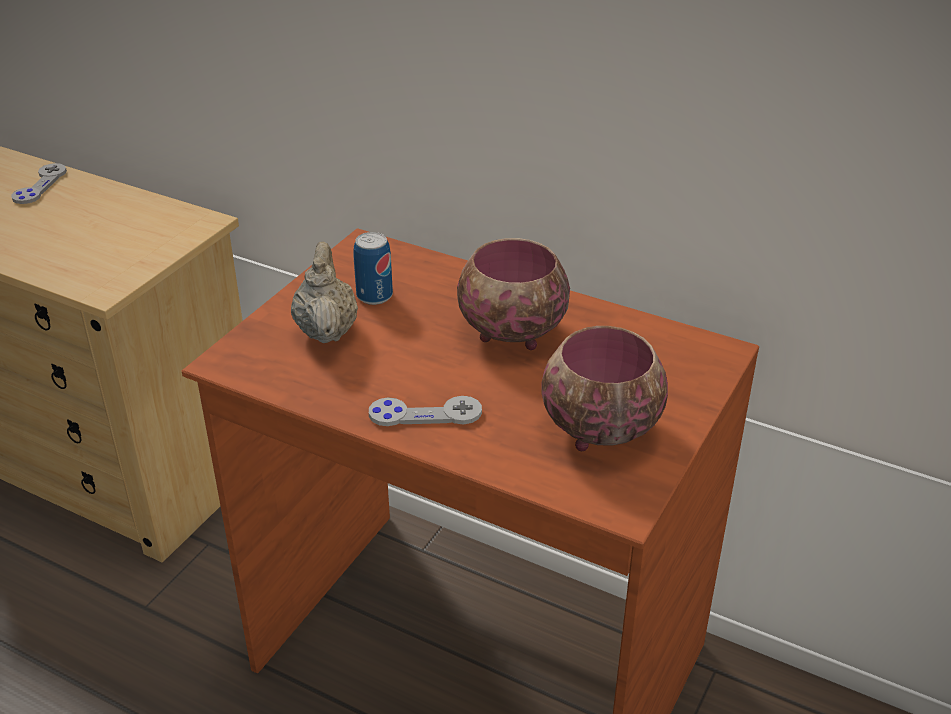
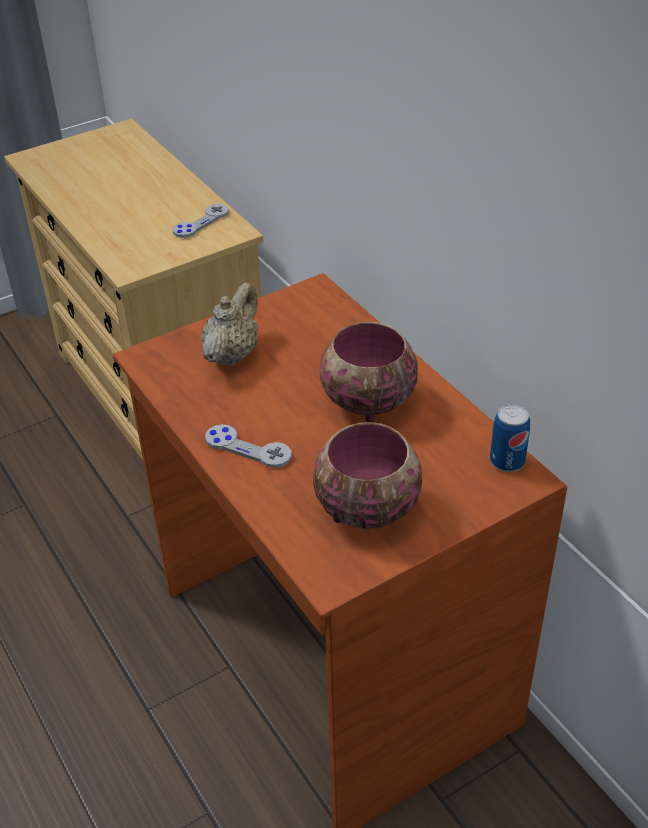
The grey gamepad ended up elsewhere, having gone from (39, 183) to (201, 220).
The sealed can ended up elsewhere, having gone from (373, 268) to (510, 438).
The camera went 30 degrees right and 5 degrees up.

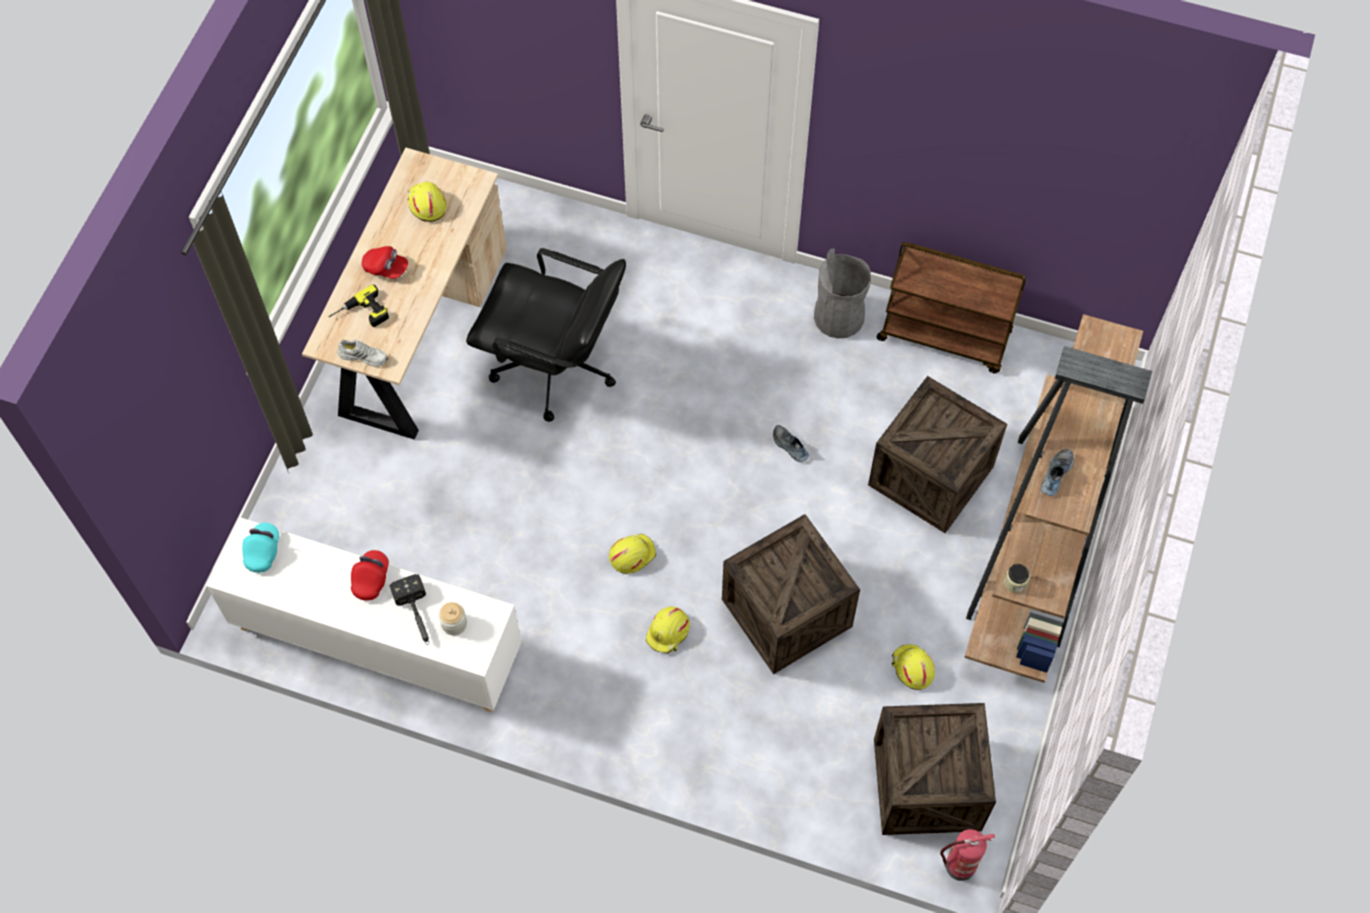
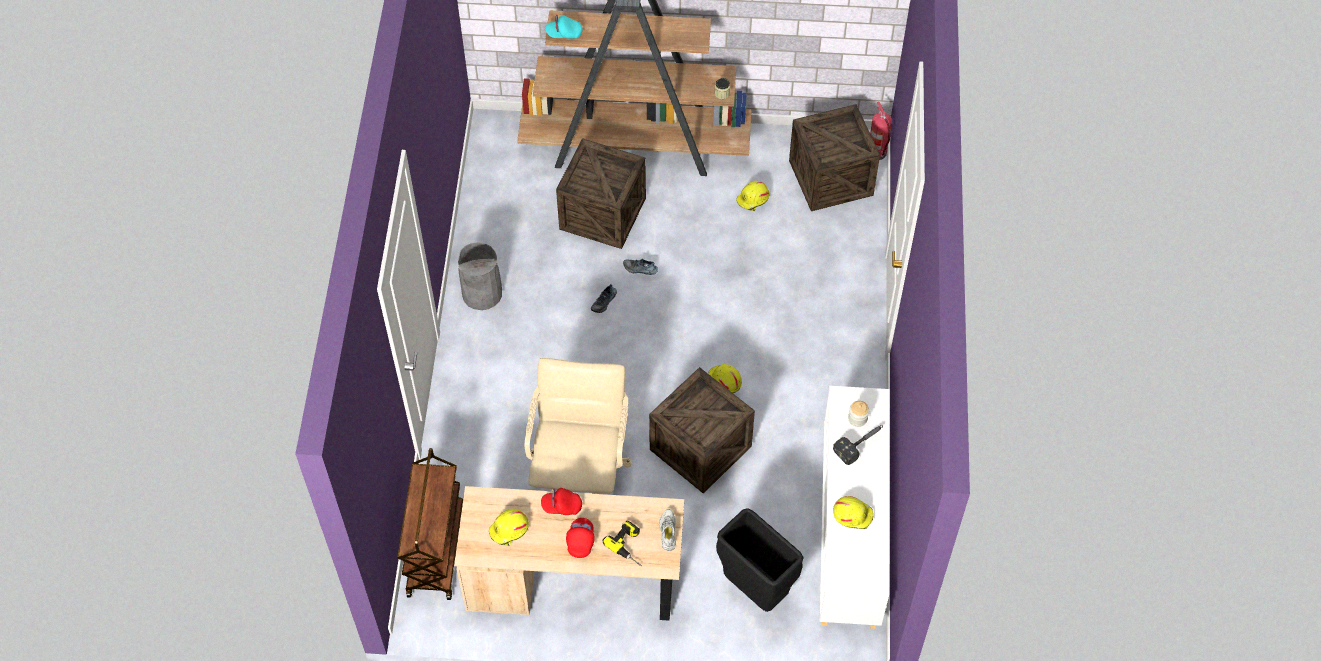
The turquoise-coloured baseball cap ended up elsewhere, having gone from (260, 547) to (564, 27).
The red-coloured baseball cap ended up elsewhere, having gone from (370, 575) to (561, 501).
What was the black-coloured desk chair at (546, 335) turned into the beige desk chair at (578, 426).
The yellow-coloured work helmet ended up elsewhere, having gone from (668, 629) to (853, 512).
The packing crate ended up elsewhere, having gone from (791, 594) to (702, 430).
The brown-coloured trolley ended up elsewhere, having gone from (951, 307) to (430, 524).
The item of footwear ended up elsewhere, having gone from (1057, 472) to (640, 267).
The second view gained the black-coloured trash can at (759, 560).
The camera went 105 degrees left and 5 degrees down.

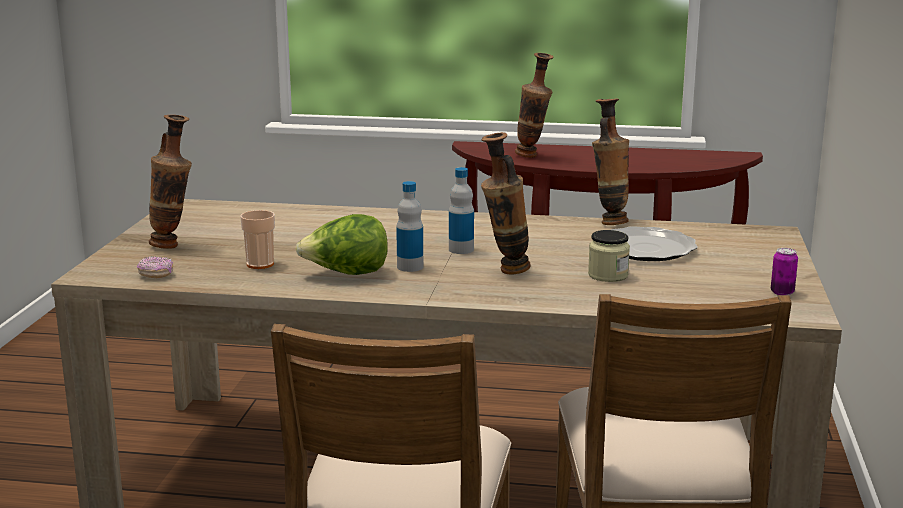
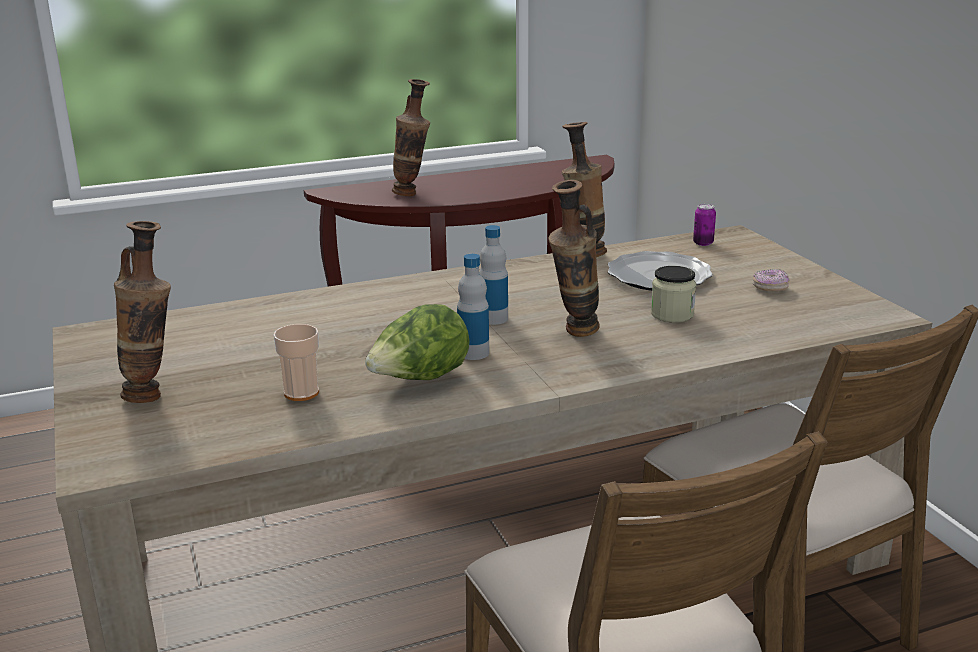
The donut ended up elsewhere, having gone from (155, 267) to (771, 280).
The sealed can ended up elsewhere, having gone from (784, 271) to (704, 225).
The camera went 30 degrees left and 5 degrees up.

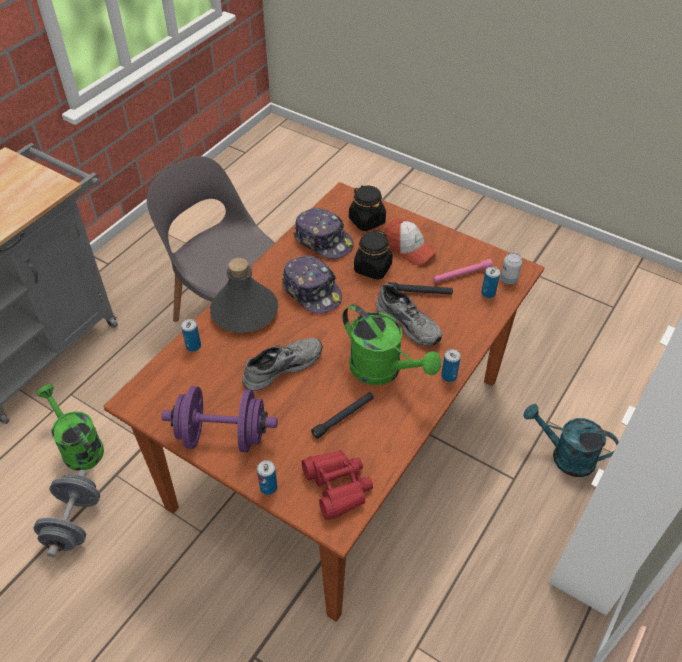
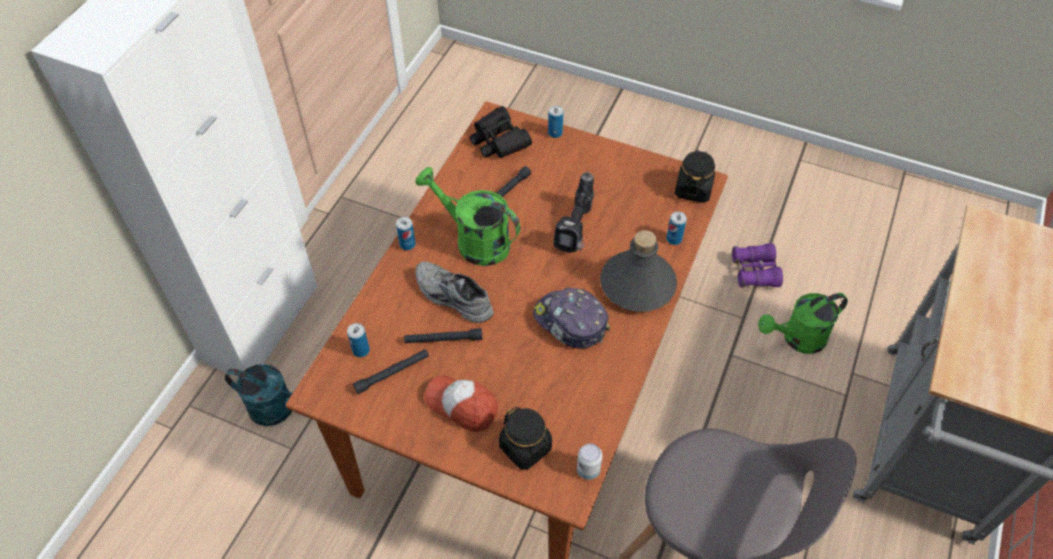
Where the grey hand weight stood at (67, 513), the purple-coloured pair of binoculars came to stand at (757, 265).
The green-coloured sprinkling can at (70, 428) ended up facing another way, 120 degrees clockwise from before.
The second view lost the purple-coloured hand weight at (219, 419).
Where the grey item of footwear stood at (282, 364), the drill came to stand at (574, 212).
The second view lost the baseball cap at (323, 233).
What was the red-coloured pair of binoculars at (337, 485) turned into the black-coloured pair of binoculars at (501, 132).
The black-coloured preserve jar ended up elsewhere, having gone from (373, 255) to (695, 176).
What was the pinkish flashlight at (463, 271) turned into the black-coloured flashlight at (391, 371).
The sealed can ended up elsewhere, having gone from (511, 268) to (590, 461).
The camera went 170 degrees right and 5 degrees up.

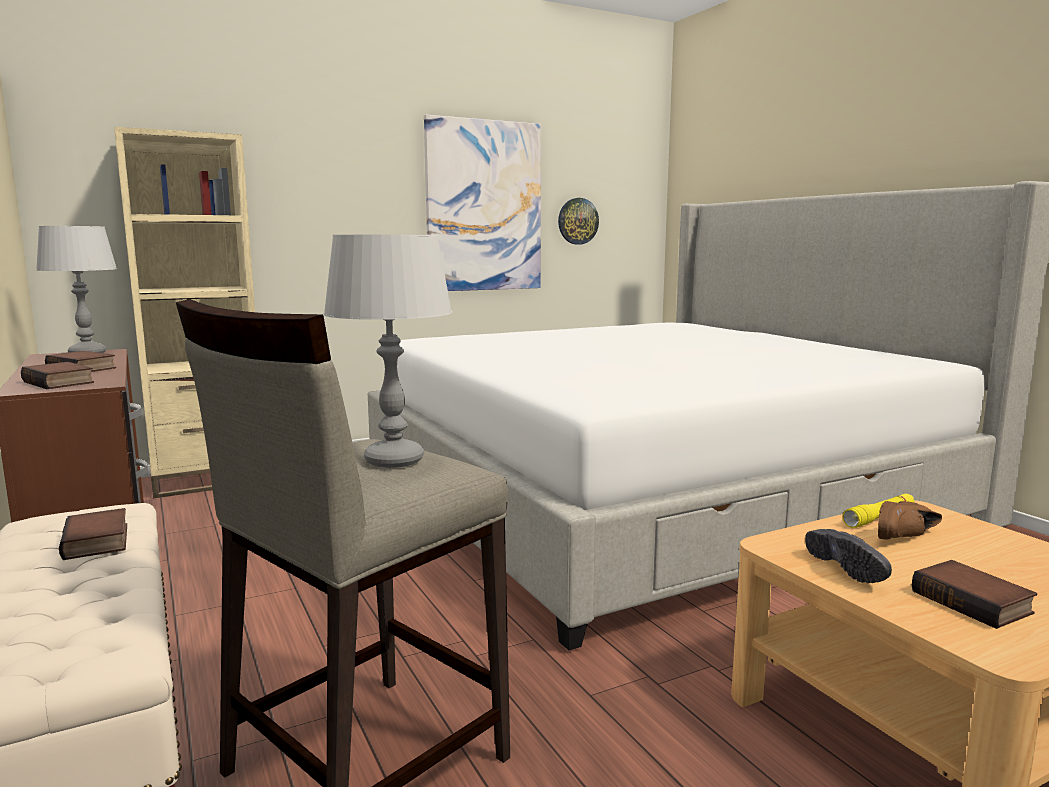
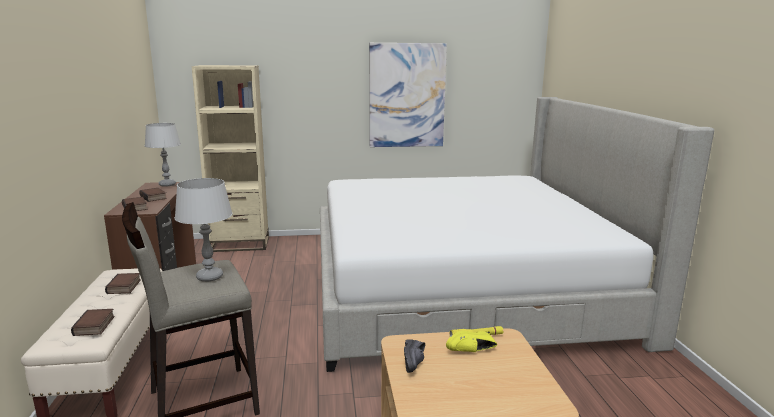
The second view lost the clock on the wall at (578, 221).
What was the brown-coloured item of footwear at (910, 520) turned into the yellow-coloured item of footwear at (471, 341).
The volume ended up elsewhere, having gone from (974, 594) to (93, 322).
The camera went 20 degrees right and 5 degrees up.

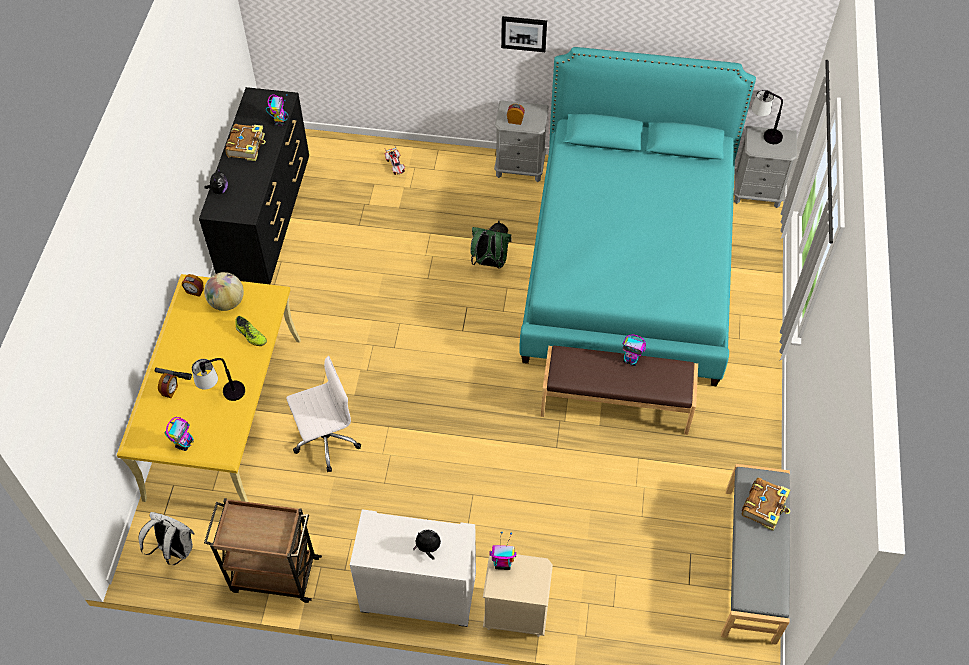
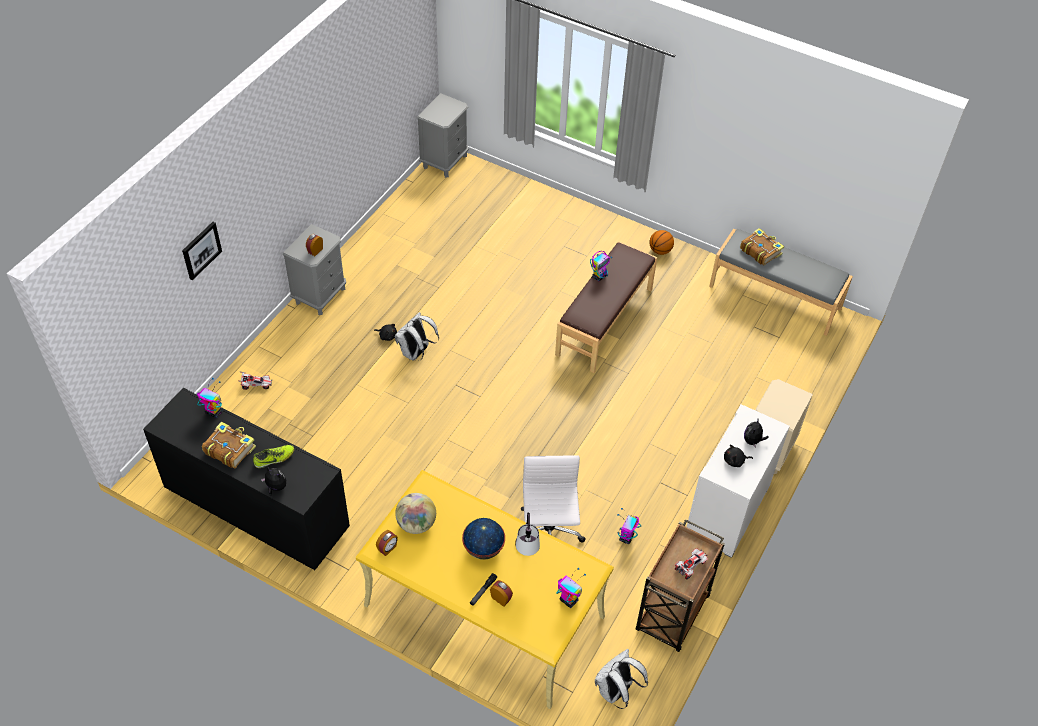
The item of footwear ended up elsewhere, having gone from (251, 331) to (273, 456).
What was the green-coloured rucksack at (491, 248) turned into the whitish rucksack at (417, 336).
The model robot ended up elsewhere, having gone from (502, 550) to (629, 526).
The picture ended up elsewhere, having gone from (524, 34) to (202, 251).
The second view lost the turquoise-coloured bed at (637, 216).
The second view lost the lamp for a table at (767, 116).
The second view gained the globe at (483, 539).
The second view gained the basketball at (661, 242).
The second view gained the miniature car at (691, 564).
The second view gained the black-coloured cuddly toy at (738, 455).
The camera went 70 degrees left and 5 degrees down.

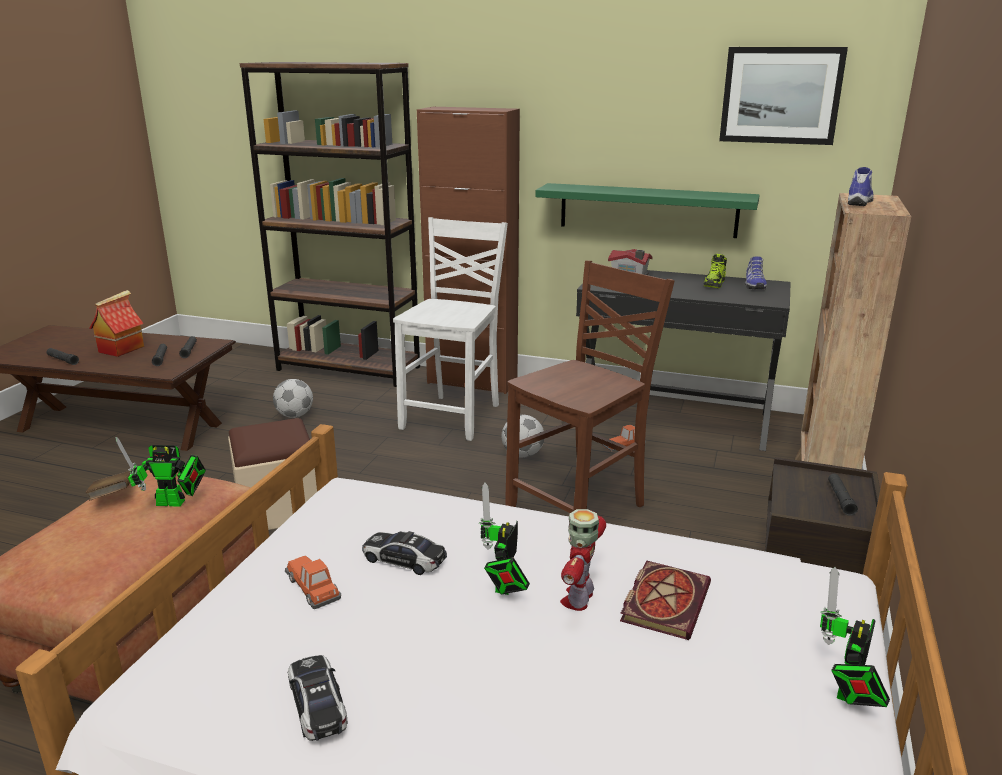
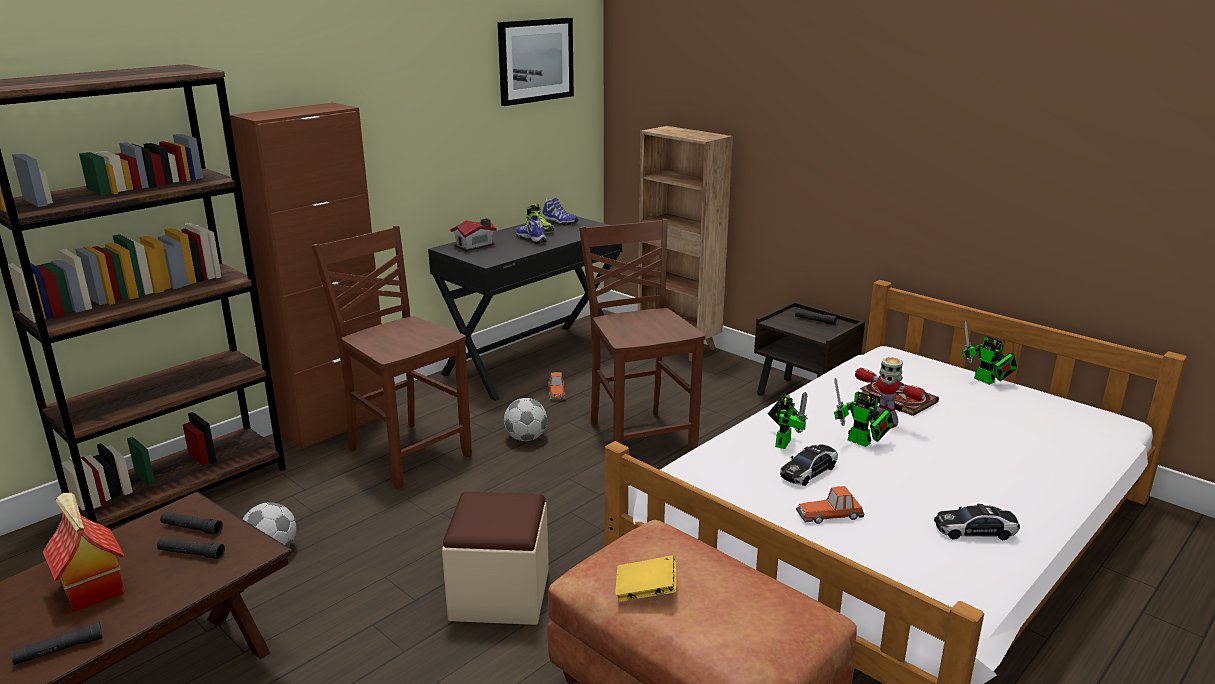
What was the brown-coloured volume at (107, 486) turned into the yellow-coloured volume at (645, 578).
The model robot ended up elsewhere, having gone from (160, 472) to (788, 420).
What was the whitish chair at (450, 329) turned into the brown-coloured chair at (392, 357).
The second view lost the green-coloured shelf at (647, 210).
The item of footwear ended up elsewhere, having gone from (861, 186) to (531, 229).
The camera went 65 degrees left and 0 degrees up.

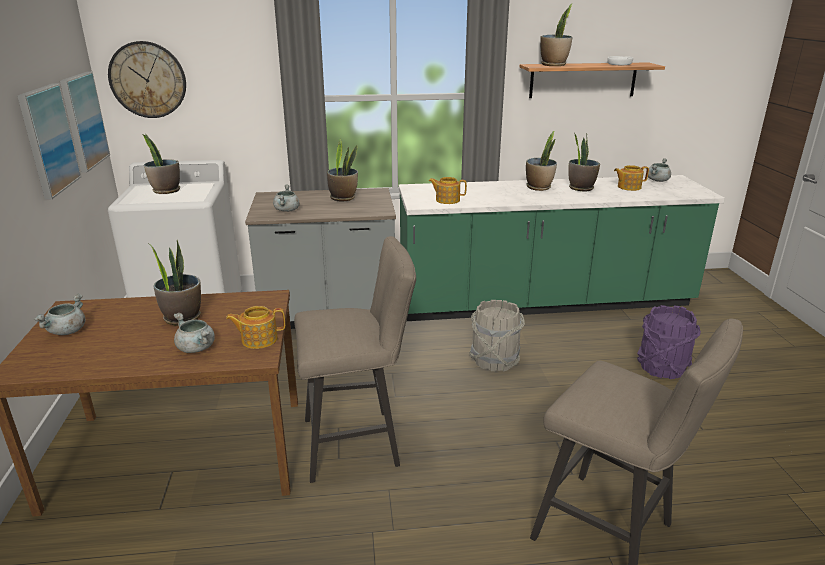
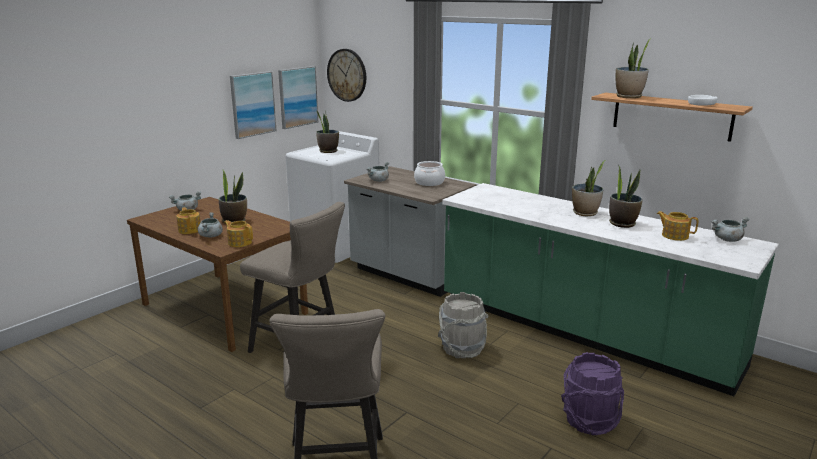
Where the potted plant stood at (342, 170), the stockpot came to stand at (429, 173).
The teapot ended up elsewhere, having gone from (448, 190) to (189, 220).
The camera went 45 degrees right and 5 degrees down.

